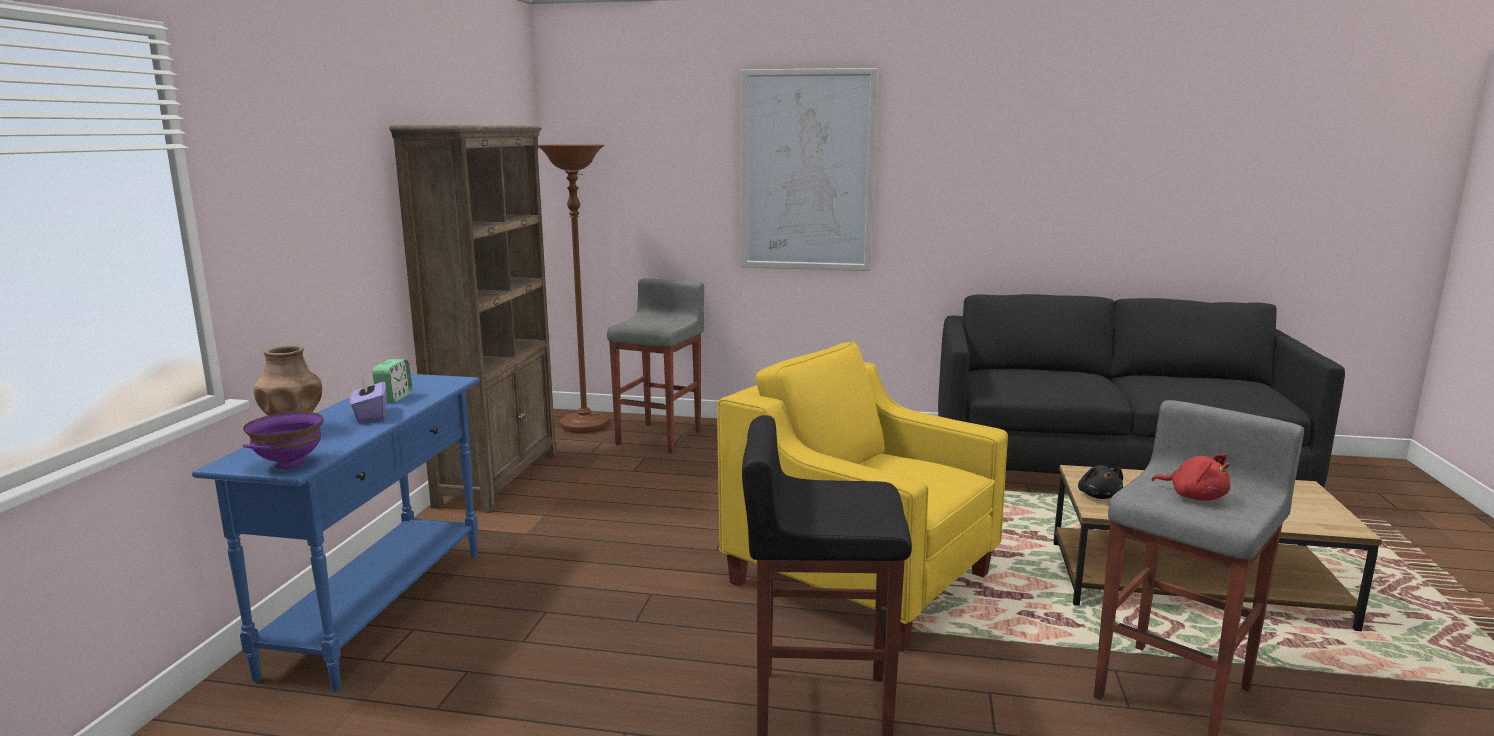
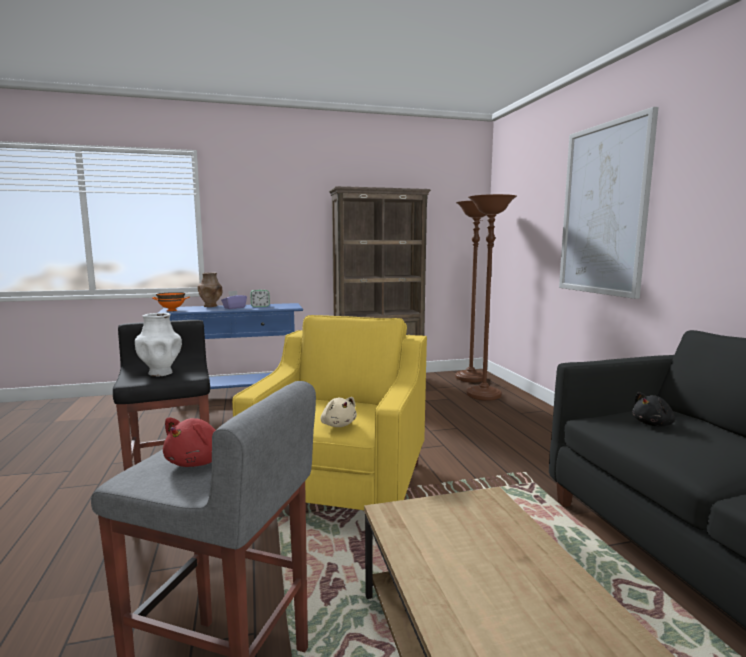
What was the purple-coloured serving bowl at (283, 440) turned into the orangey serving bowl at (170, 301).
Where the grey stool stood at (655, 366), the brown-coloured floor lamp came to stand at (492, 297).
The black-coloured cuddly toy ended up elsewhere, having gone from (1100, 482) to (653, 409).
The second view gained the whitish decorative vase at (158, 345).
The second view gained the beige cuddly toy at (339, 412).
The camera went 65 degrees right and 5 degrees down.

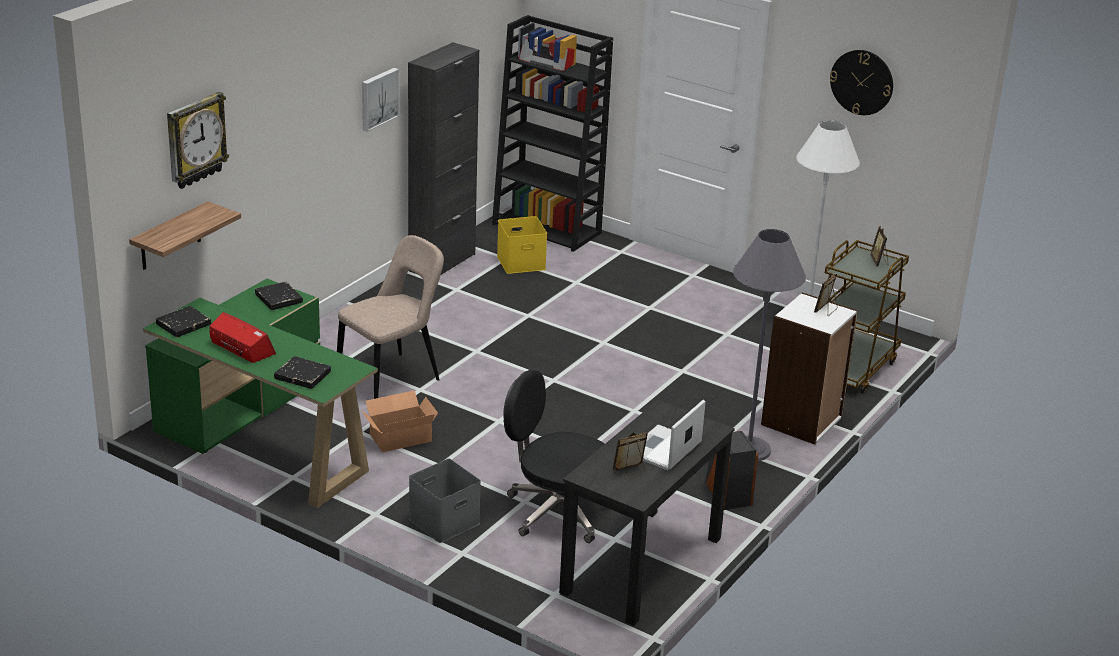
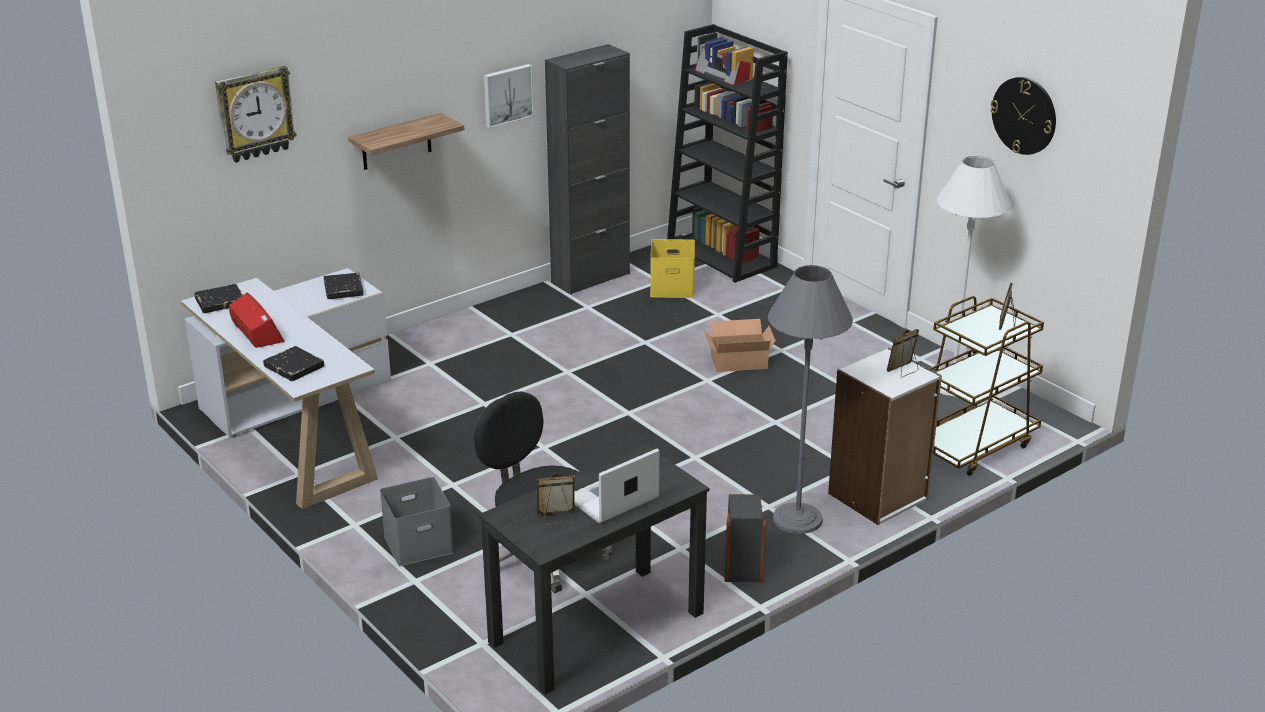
The shelf ended up elsewhere, having gone from (185, 235) to (406, 141).
What was the green-coloured desk unit at (260, 393) turned into the whitish desk unit at (286, 388).
The second view lost the beige chair at (390, 317).
The packing box ended up elsewhere, having gone from (400, 421) to (740, 345).
The camera went 20 degrees right and 0 degrees up.

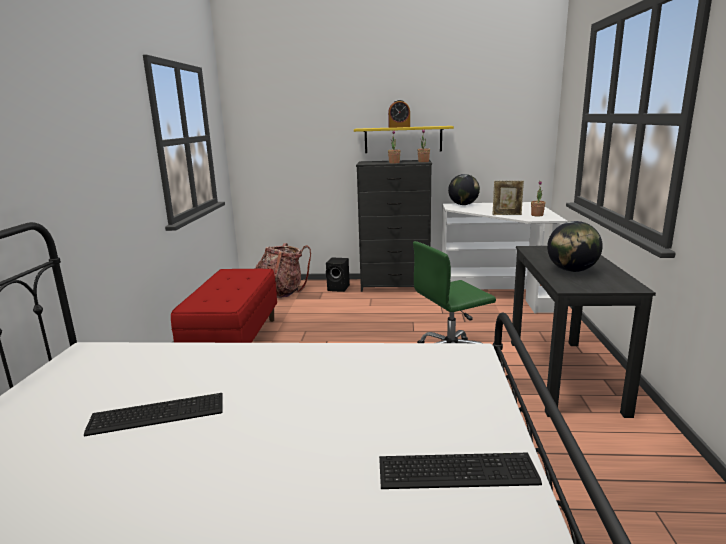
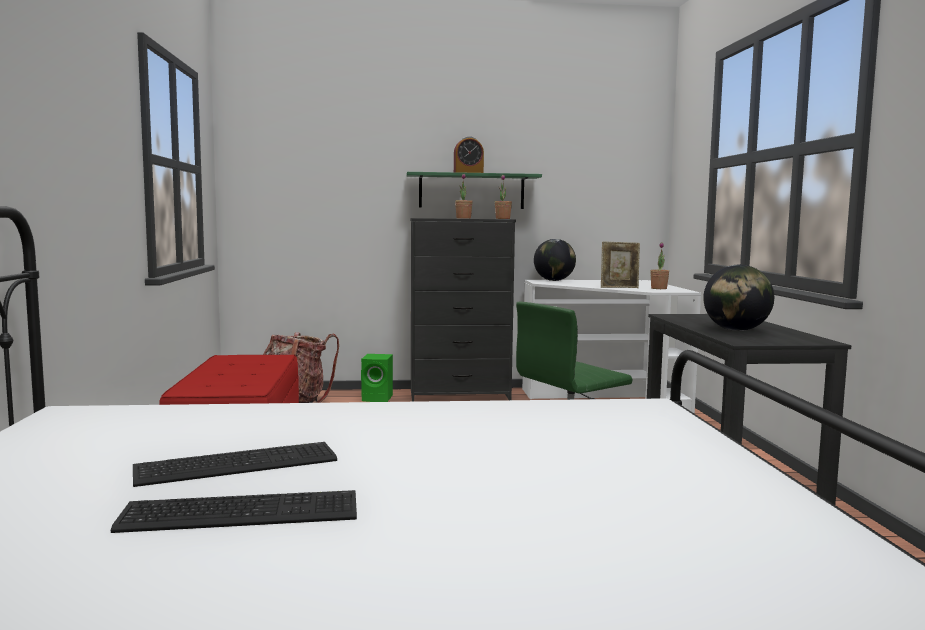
What was the black-coloured audio speaker at (338, 274) turned into the green-coloured audio speaker at (377, 378).
What was the yellow-coloured shelf at (404, 139) turned into the green-coloured shelf at (474, 190).
The keyboard ended up elsewhere, having gone from (460, 471) to (234, 511).
The camera went 10 degrees left and 10 degrees down.

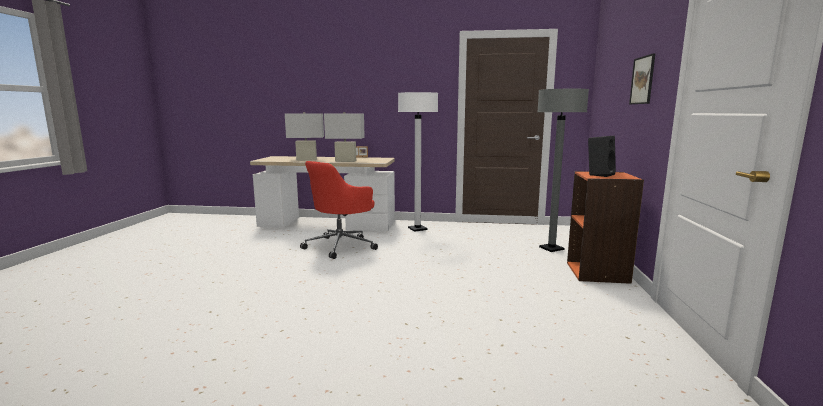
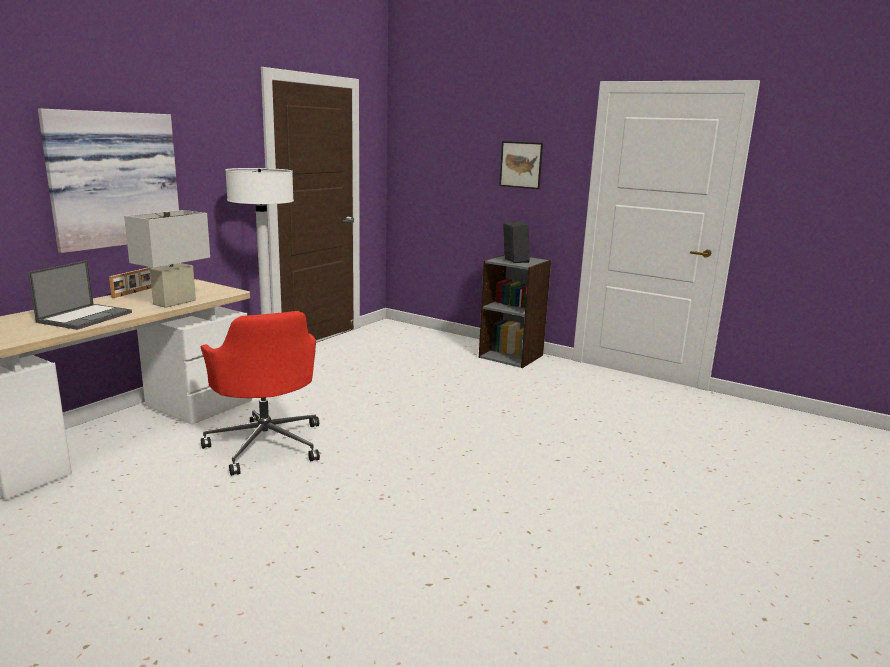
Where the whitish lamp for a table stood at (304, 136), the notebook computer came to stand at (80, 295).
The second view lost the grey floor lamp at (563, 170).
What was the orangey shelving unit at (605, 227) turned into the grey shelving unit at (515, 311).
The second view gained the picture at (108, 180).
The camera went 65 degrees left and 5 degrees up.

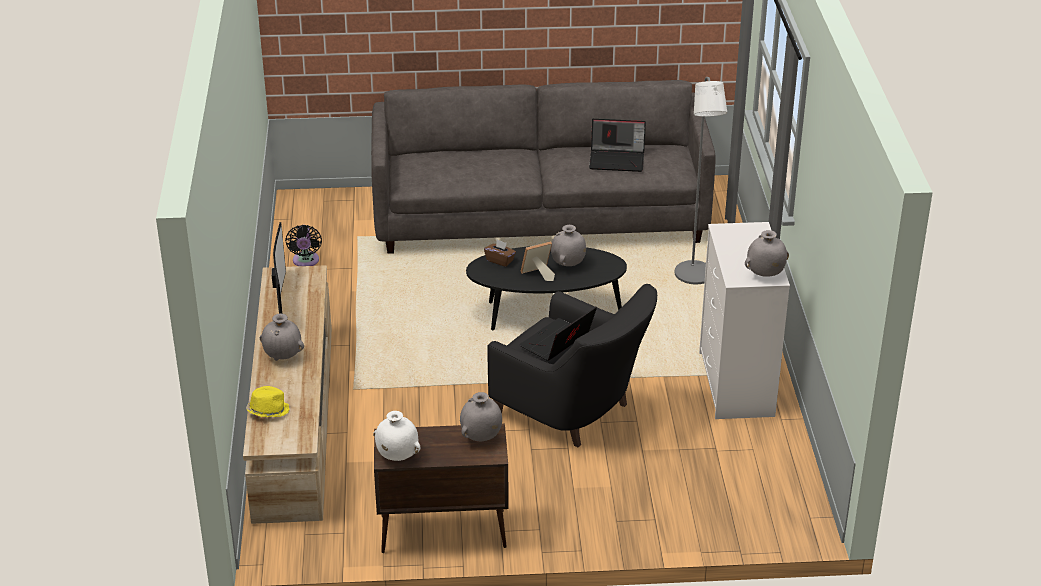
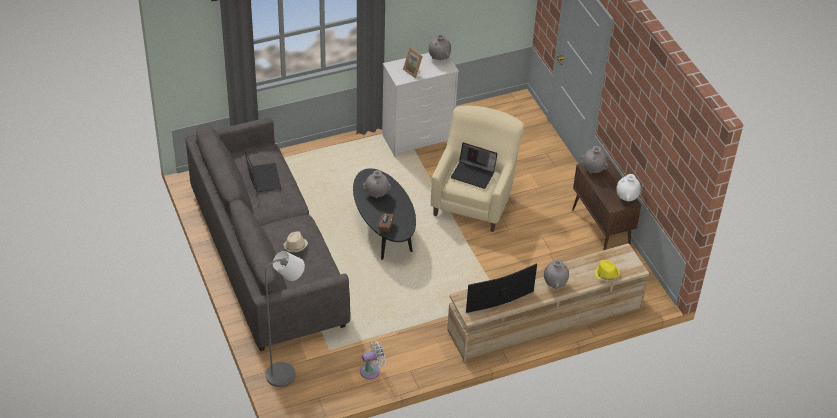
What was the black-coloured cooling fan at (303, 245) turned into the whitish cooling fan at (373, 360).
What was the black-coloured easy chair at (572, 366) turned into the beige easy chair at (477, 169).
The standing frame ended up elsewhere, having gone from (537, 261) to (413, 63).
The grey floor lamp ended up elsewhere, having gone from (701, 180) to (285, 319).
The second view gained the beige hat at (295, 241).
The camera went 110 degrees left and 10 degrees up.

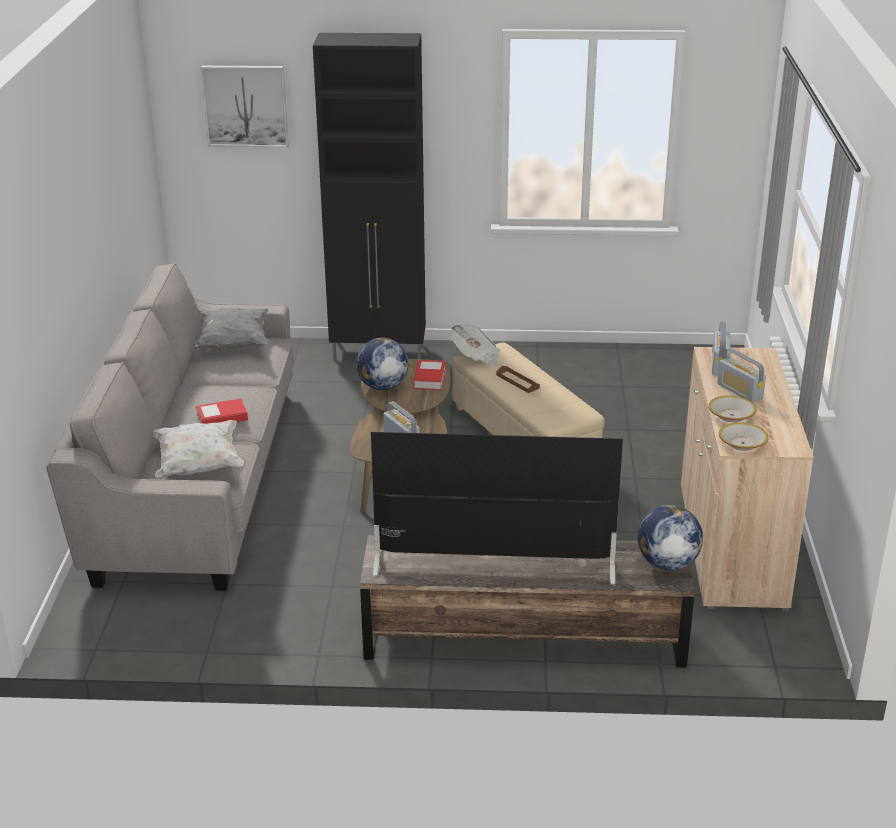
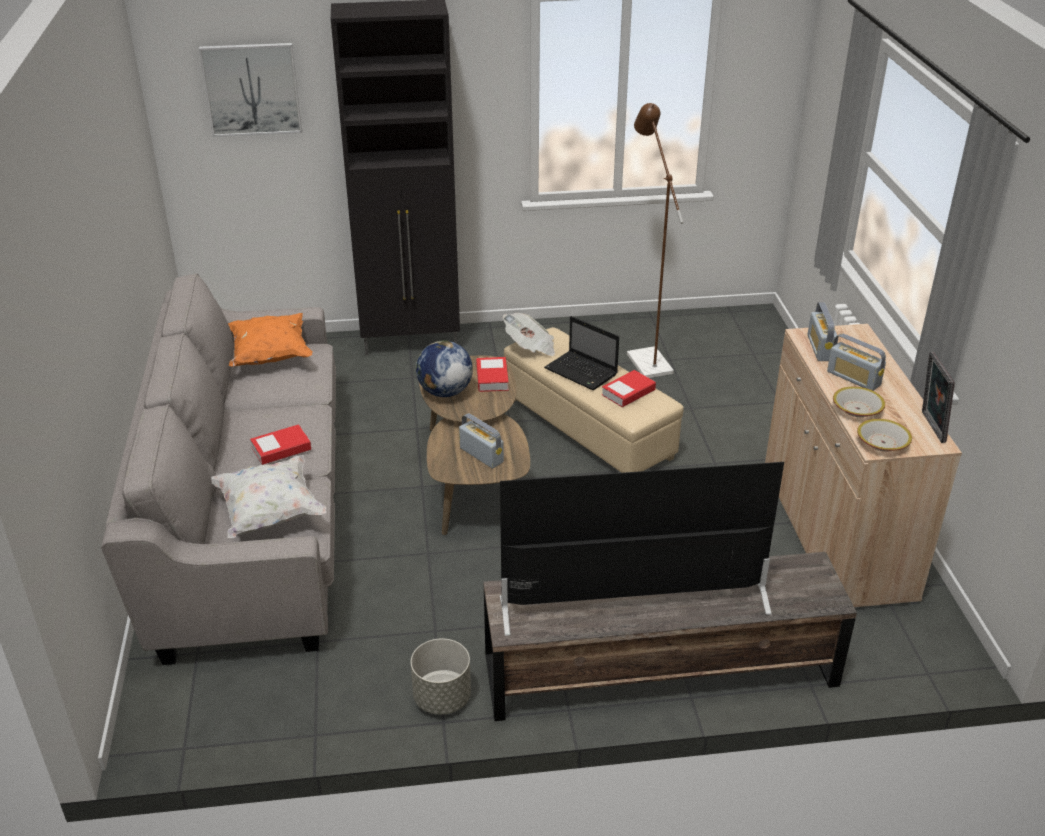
What was the grey cushion at (230, 328) turned into the orangey cushion at (270, 340).
Where the brown-coloured serving tray stood at (518, 379), the notebook computer came to stand at (581, 353).
The second view lost the globe at (670, 537).
The second view gained the grey planter at (441, 677).
The second view gained the volume at (629, 388).
The second view gained the brown-coloured floor lamp at (655, 240).
The second view gained the standing frame at (938, 397).
The camera went 10 degrees left and 5 degrees up.

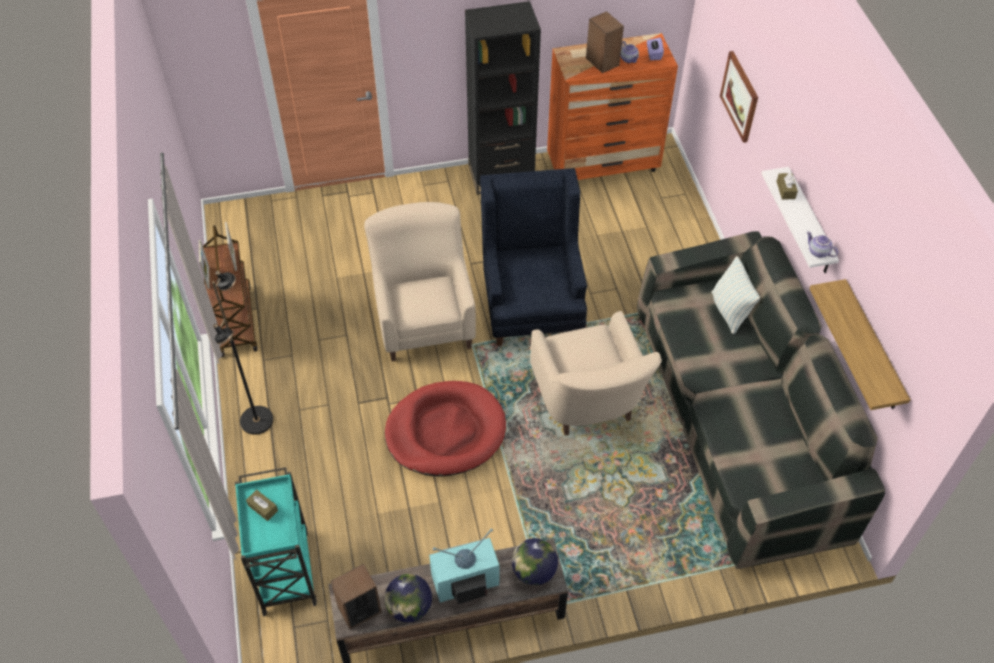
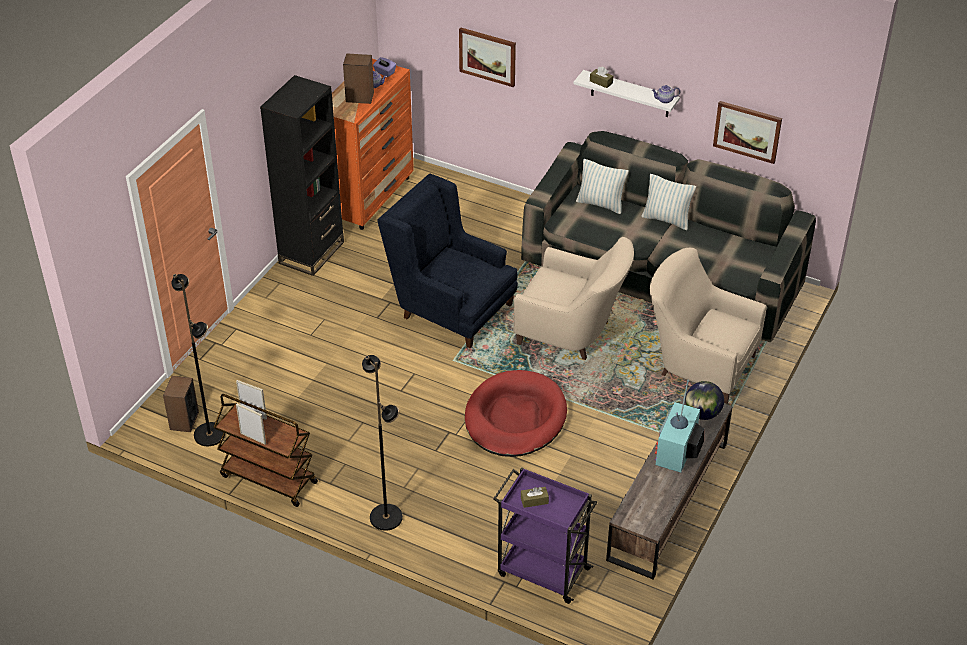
What was the turquoise-coloured trolley at (276, 541) turned into the purple-coloured trolley at (545, 535).
The audio speaker ended up elsewhere, having gone from (356, 596) to (181, 404).
The beige easy chair ended up elsewhere, having gone from (420, 281) to (708, 326).
The second view lost the globe at (408, 598).
Where the shelf hung at (860, 344), the picture came to hang at (747, 132).
The second view gained the black-coloured floor lamp at (198, 360).
The second view gained the cushion at (669, 202).
The camera went 50 degrees left and 10 degrees down.

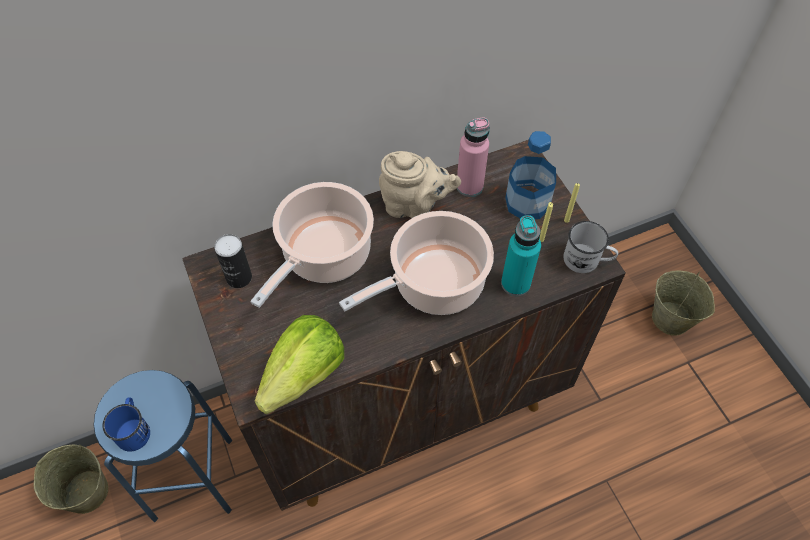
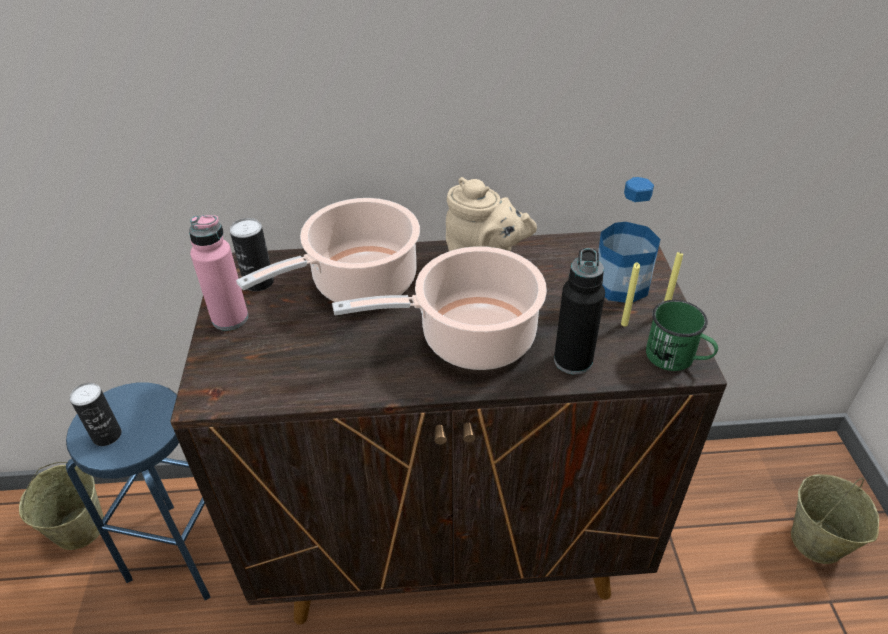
Where the bluish coffee mug stood at (126, 424), the sealed can came to stand at (96, 414).
The second view lost the lettuce head at (299, 364).
The pinkish drink bottle ended up elsewhere, having gone from (473, 157) to (218, 273).
What was the turquoise-coloured drink bottle at (521, 255) turned into the black-coloured drink bottle at (579, 311).
What was the whitish coffee mug at (590, 247) turned into the green-coloured coffee mug at (682, 335).
The camera went 20 degrees right and 15 degrees down.

